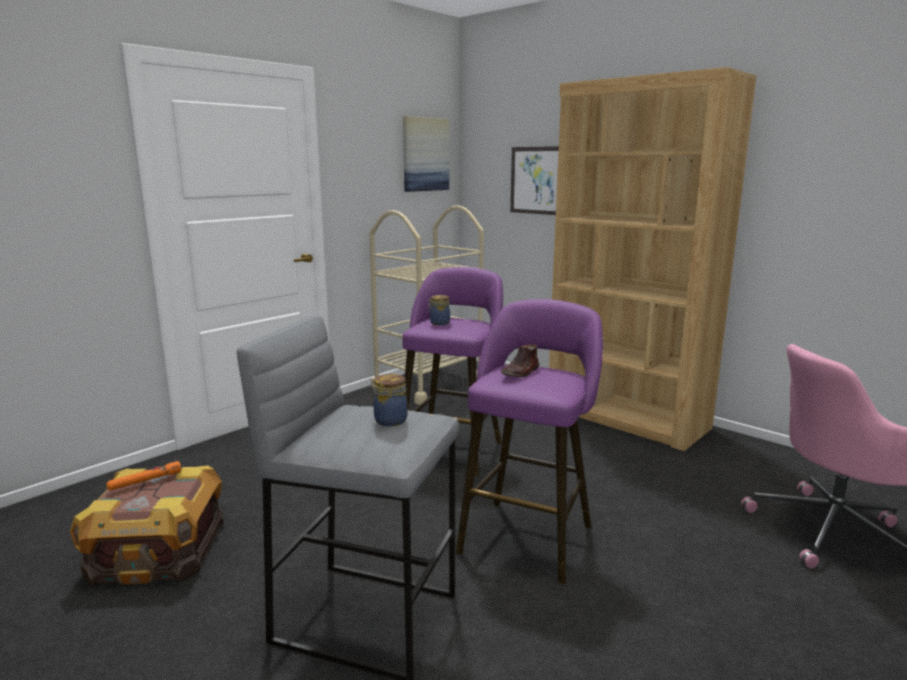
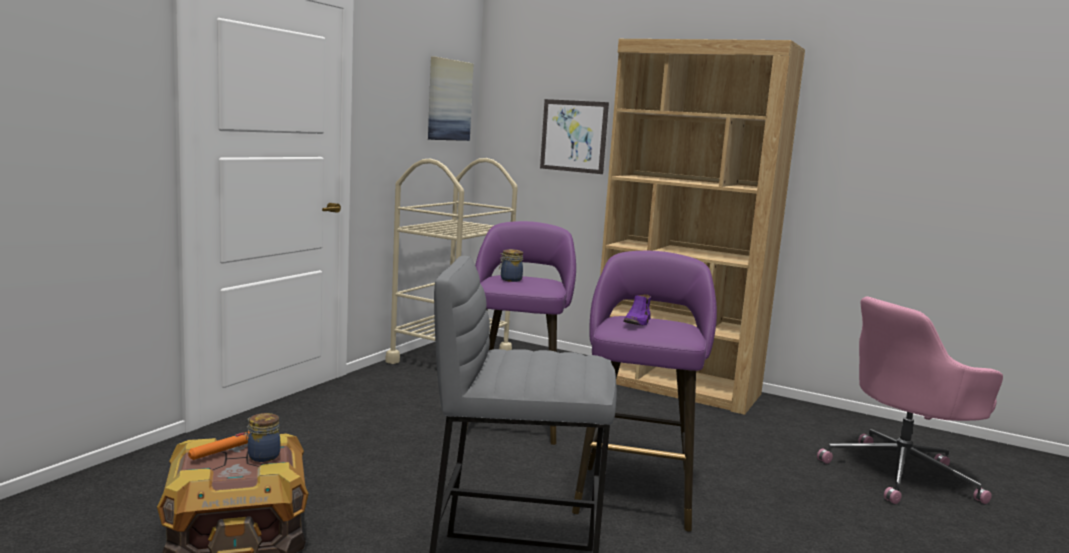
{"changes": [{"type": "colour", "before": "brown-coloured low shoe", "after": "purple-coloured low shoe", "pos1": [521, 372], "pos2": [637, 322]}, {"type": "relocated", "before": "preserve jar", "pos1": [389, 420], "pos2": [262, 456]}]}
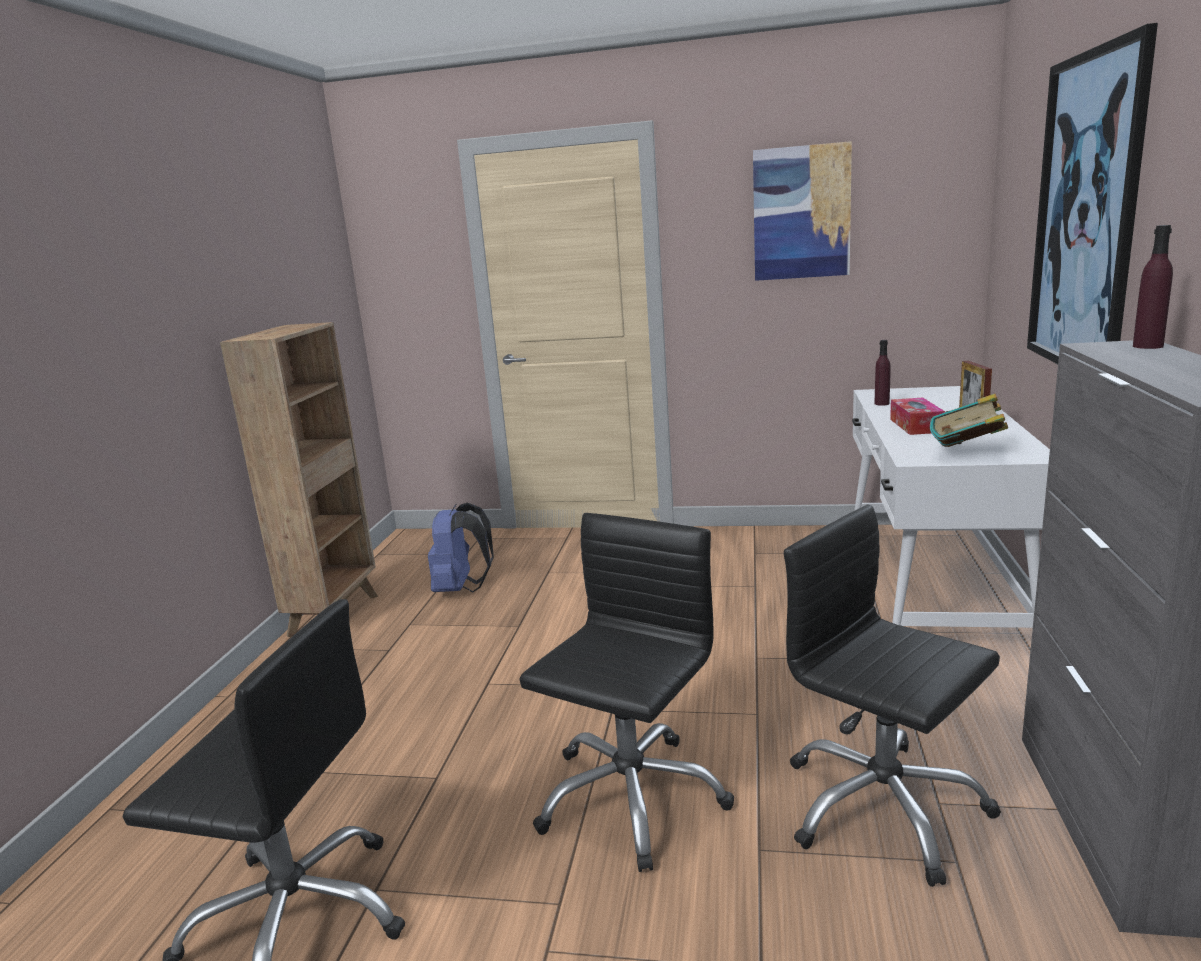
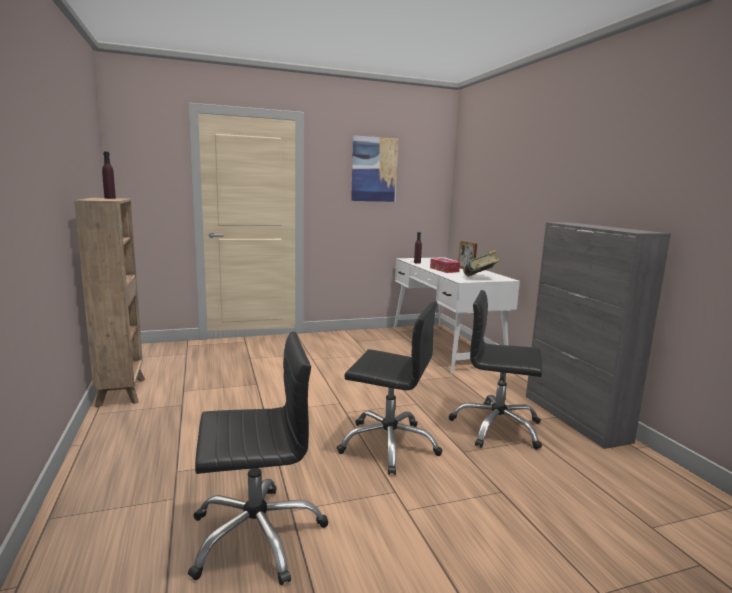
{"changes": [{"type": "missing", "before": "wall picture", "pos1": [1085, 215]}, {"type": "relocated", "before": "purple-coloured bottle", "pos1": [1147, 346], "pos2": [110, 198]}, {"type": "missing", "before": "bluish backpack", "pos1": [461, 589]}, {"type": "spun", "before": "black office chair", "pos1": [630, 797], "pos2": [389, 445], "turn": 105}]}
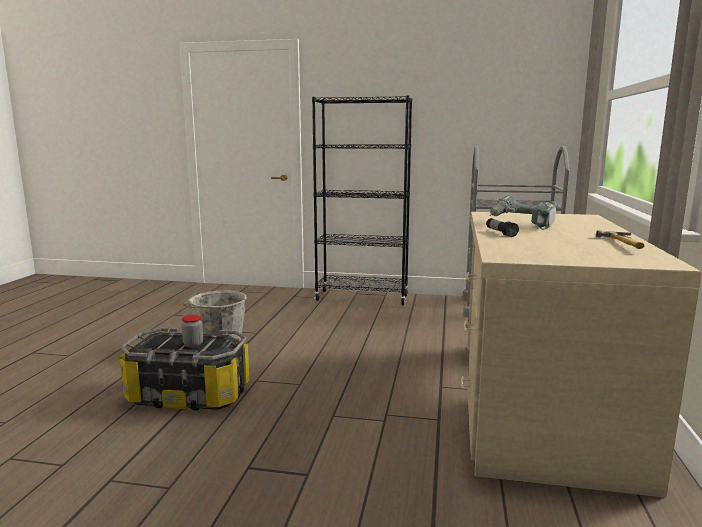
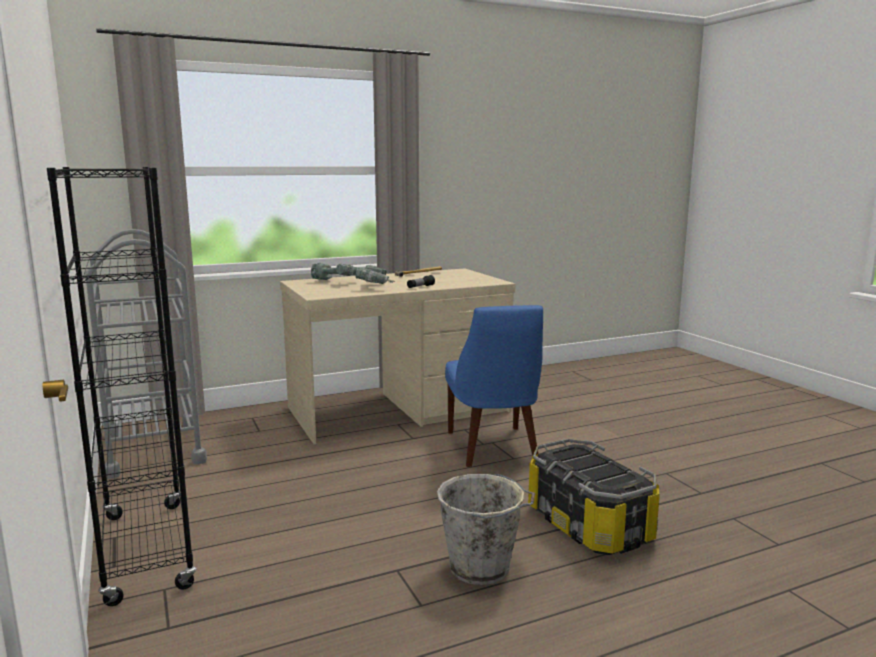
{"changes": [{"type": "missing", "before": "preserve jar", "pos1": [193, 344]}, {"type": "appeared", "after": "electric drill", "pos2": [337, 282]}, {"type": "appeared", "after": "bluish upright chair", "pos2": [493, 448]}]}
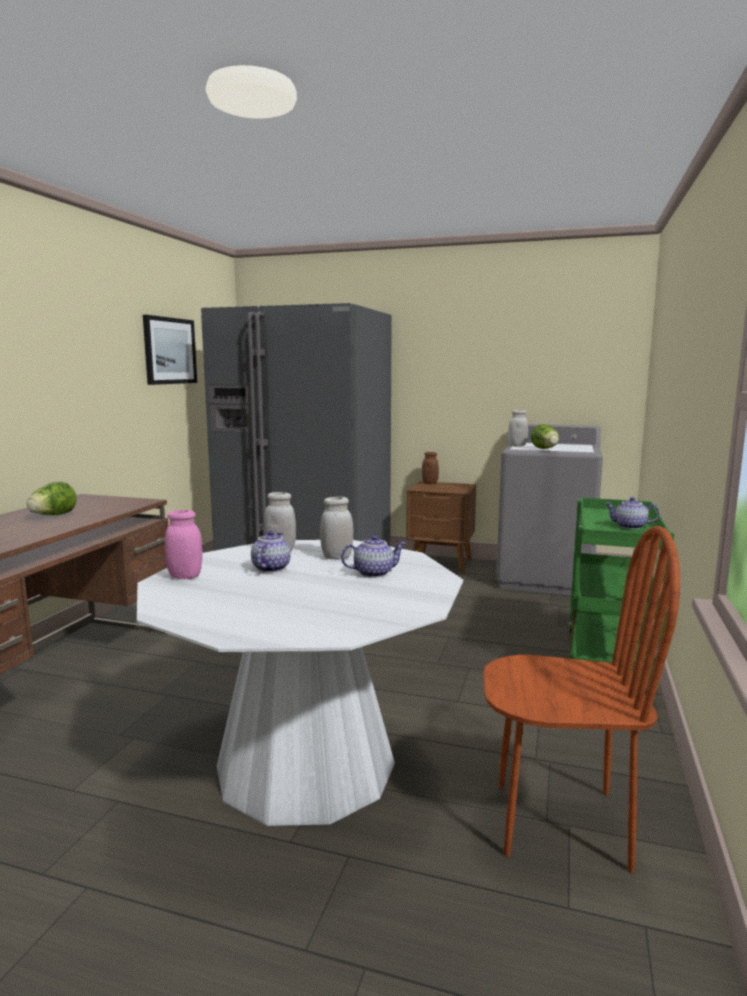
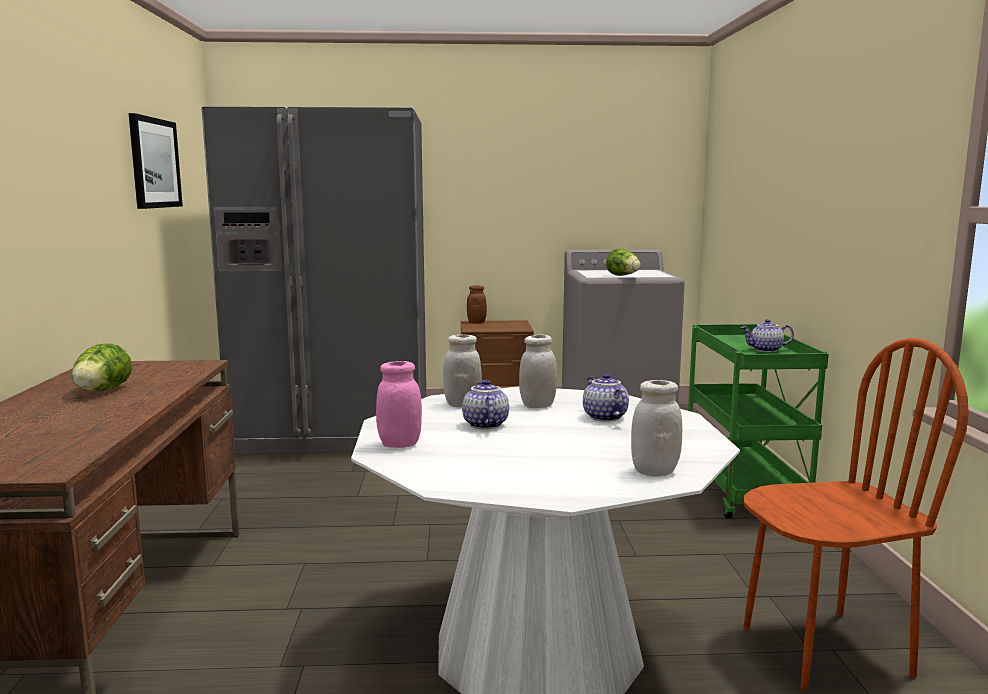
{"changes": [{"type": "relocated", "before": "white-coloured preserve jar", "pos1": [517, 446], "pos2": [654, 471]}, {"type": "spun", "before": "tea pot", "pos1": [373, 573], "pos2": [603, 417], "turn": -75}]}
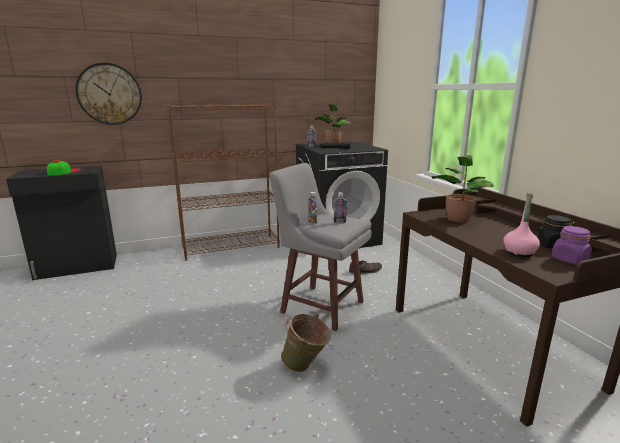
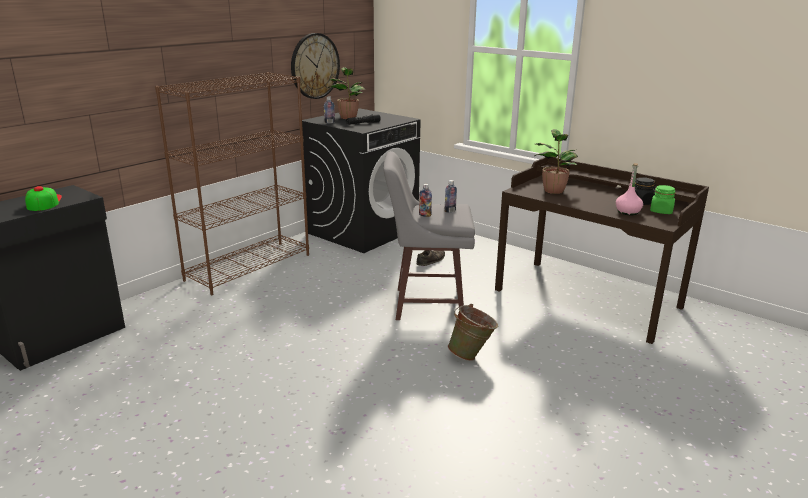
{"changes": [{"type": "relocated", "before": "clock on the wall", "pos1": [109, 94], "pos2": [315, 66]}, {"type": "colour", "before": "purple-coloured preserve jar", "after": "green preserve jar", "pos1": [569, 259], "pos2": [661, 211]}]}
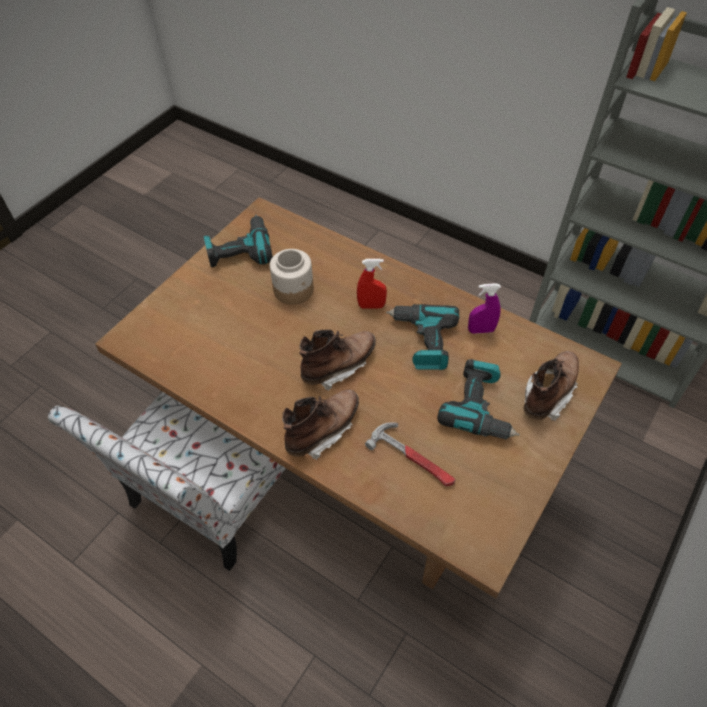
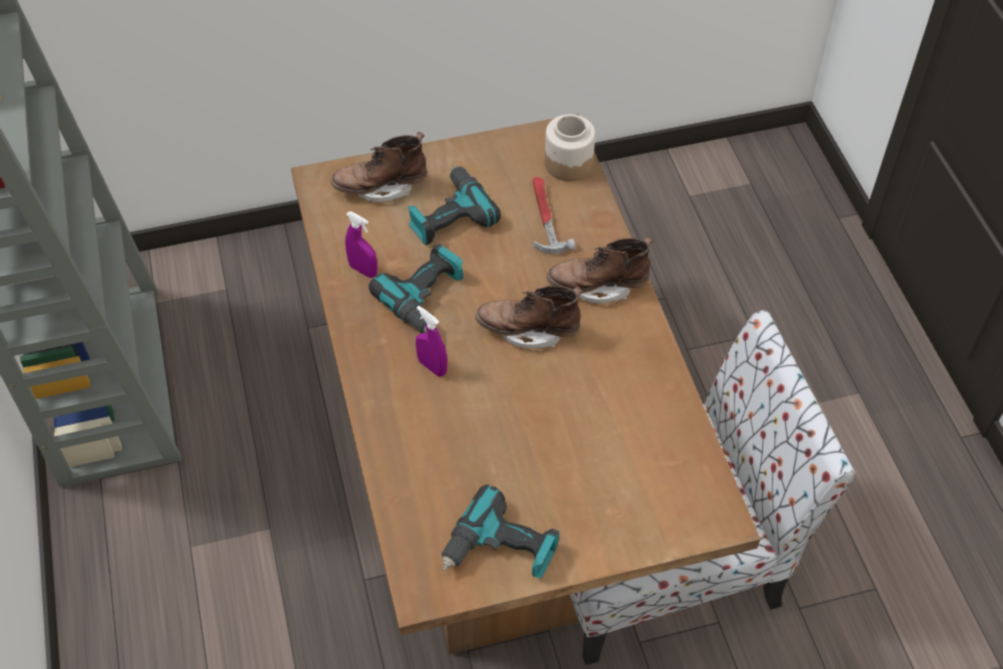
{"changes": [{"type": "relocated", "before": "preserve jar", "pos1": [294, 290], "pos2": [568, 163]}, {"type": "colour", "before": "red hand sprayer", "after": "purple-coloured hand sprayer", "pos1": [371, 306], "pos2": [432, 367]}]}
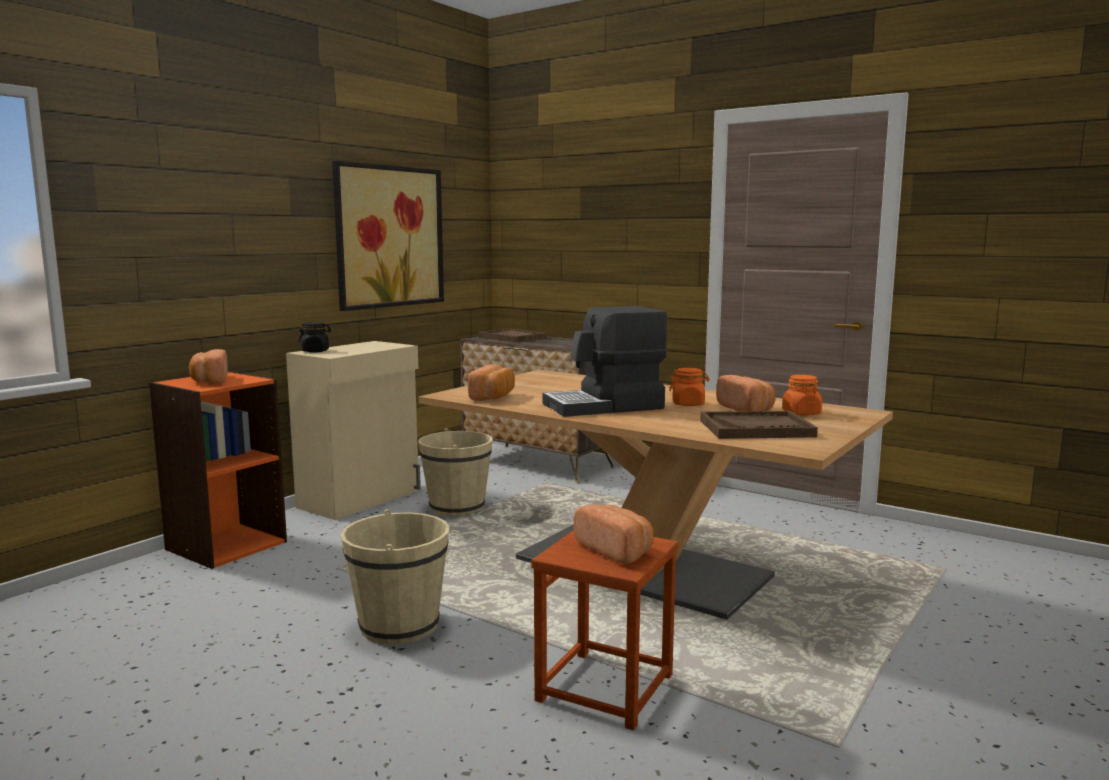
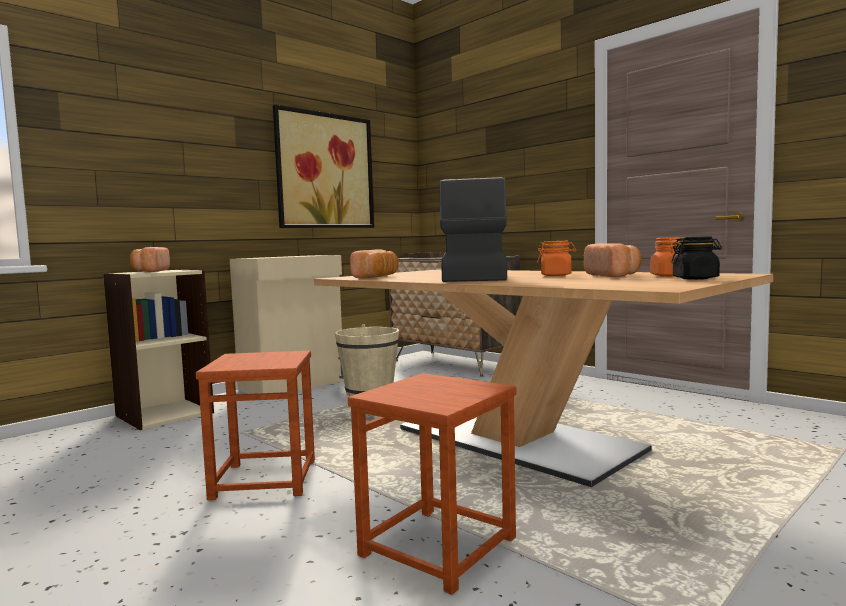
{"changes": [{"type": "spun", "before": "coffee machine", "pos1": [605, 406], "pos2": [473, 278], "turn": 105}, {"type": "relocated", "before": "black preserve jar", "pos1": [316, 351], "pos2": [695, 278]}, {"type": "colour", "before": "orangey shelving unit", "after": "beige-coloured shelving unit", "pos1": [226, 545], "pos2": [164, 414]}, {"type": "missing", "before": "brown-coloured carrying tray", "pos1": [756, 428]}, {"type": "missing", "before": "baked bread", "pos1": [616, 550]}, {"type": "exchanged", "before": "beige-coloured water bucket", "after": "brown-coloured stool", "pos1": [399, 625], "pos2": [265, 479]}]}
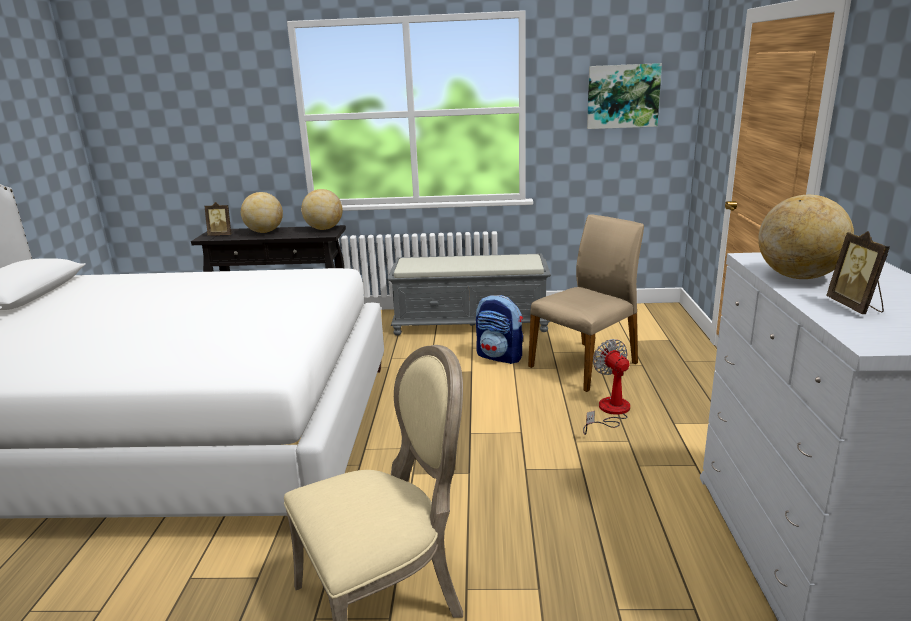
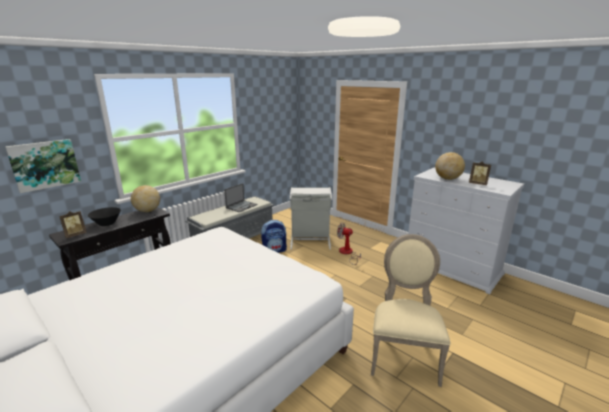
{"changes": [{"type": "relocated", "before": "wall picture", "pos1": [623, 96], "pos2": [45, 164]}, {"type": "exchanged", "before": "globe", "after": "black deep dish", "pos1": [264, 232], "pos2": [107, 223]}, {"type": "exchanged", "before": "beige-coloured upright chair", "after": "grey hamper", "pos1": [585, 364], "pos2": [310, 240]}, {"type": "appeared", "after": "notebook computer", "pos2": [242, 206]}]}
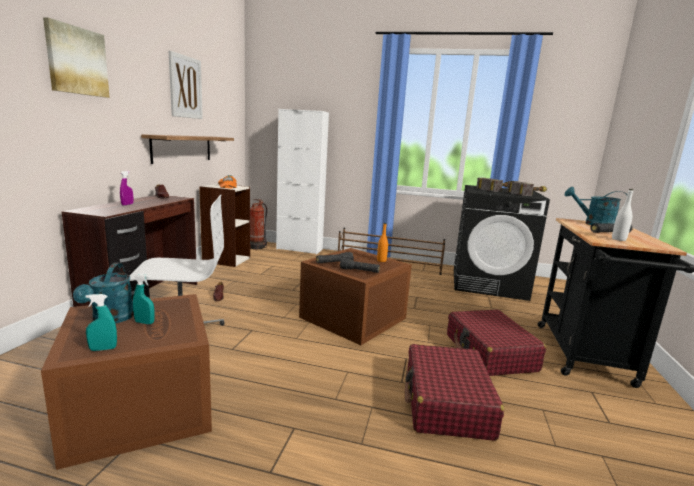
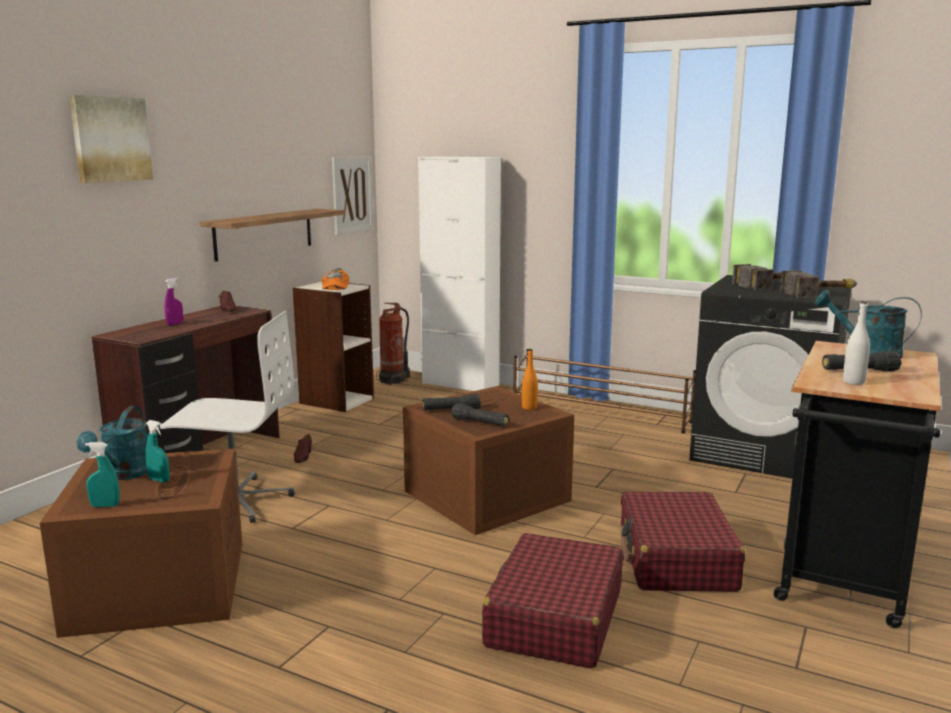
{"changes": [{"type": "relocated", "before": "wall picture", "pos1": [185, 87], "pos2": [352, 195]}]}
